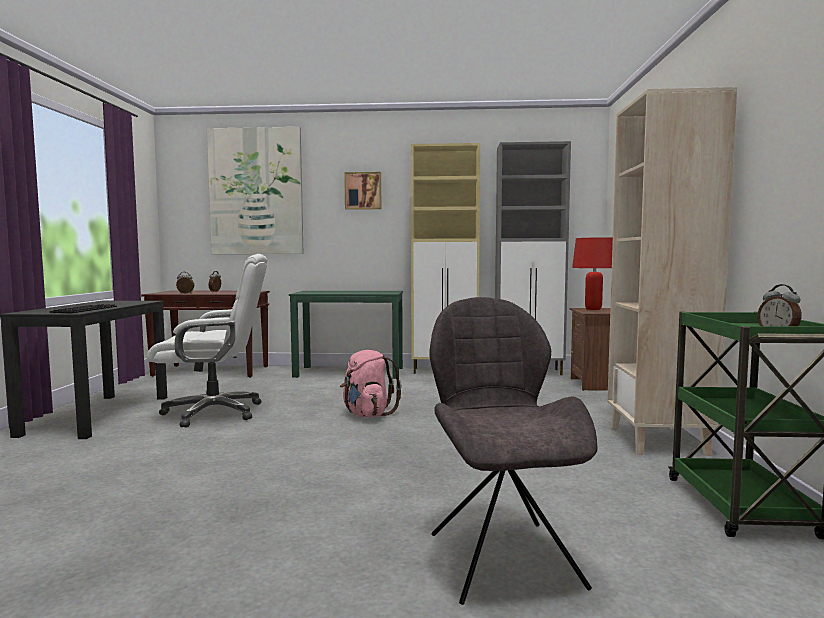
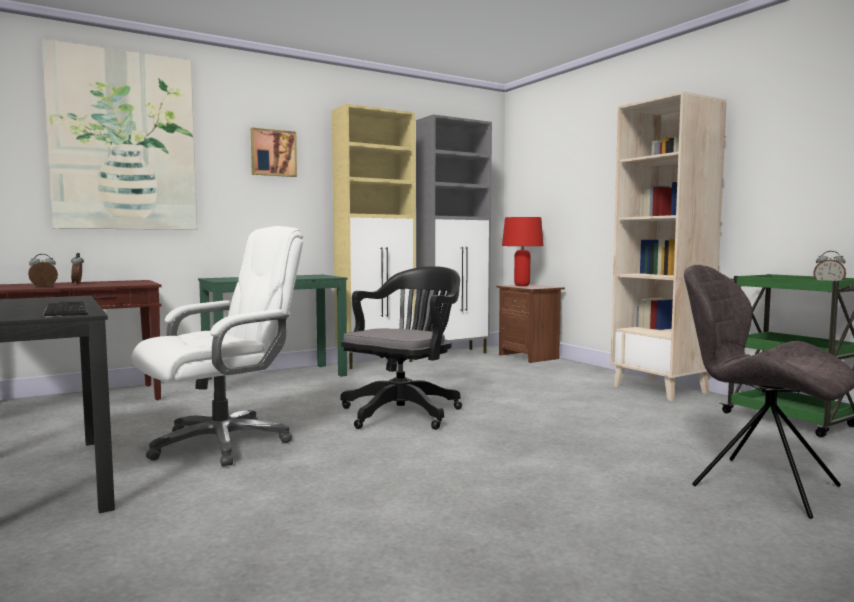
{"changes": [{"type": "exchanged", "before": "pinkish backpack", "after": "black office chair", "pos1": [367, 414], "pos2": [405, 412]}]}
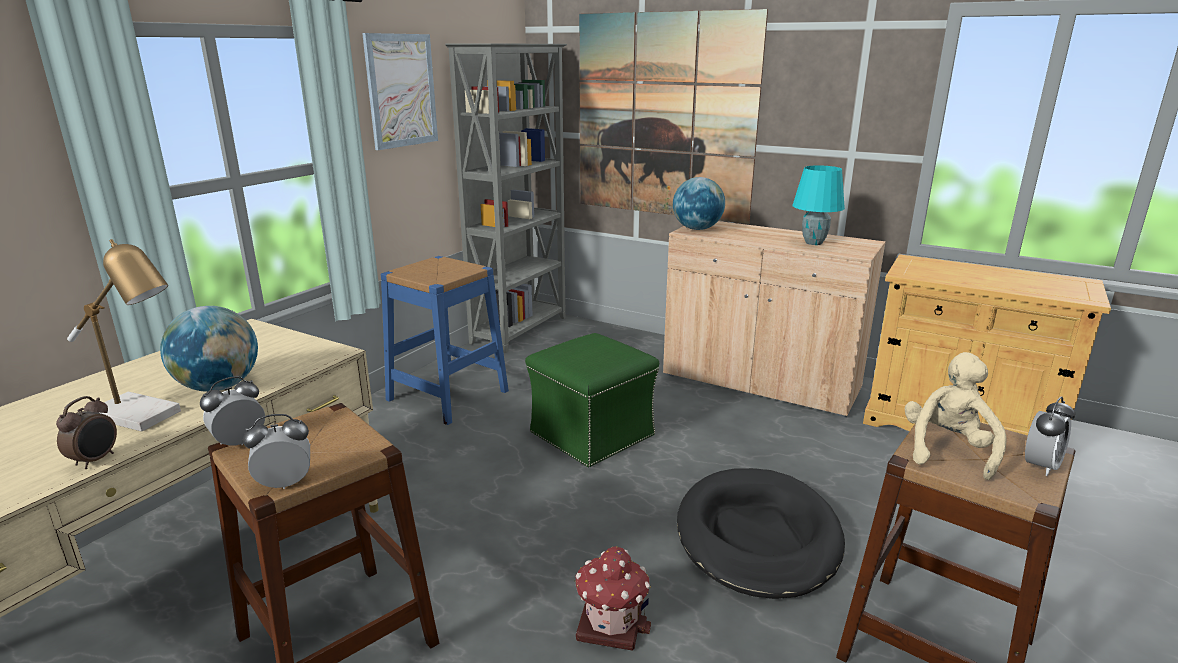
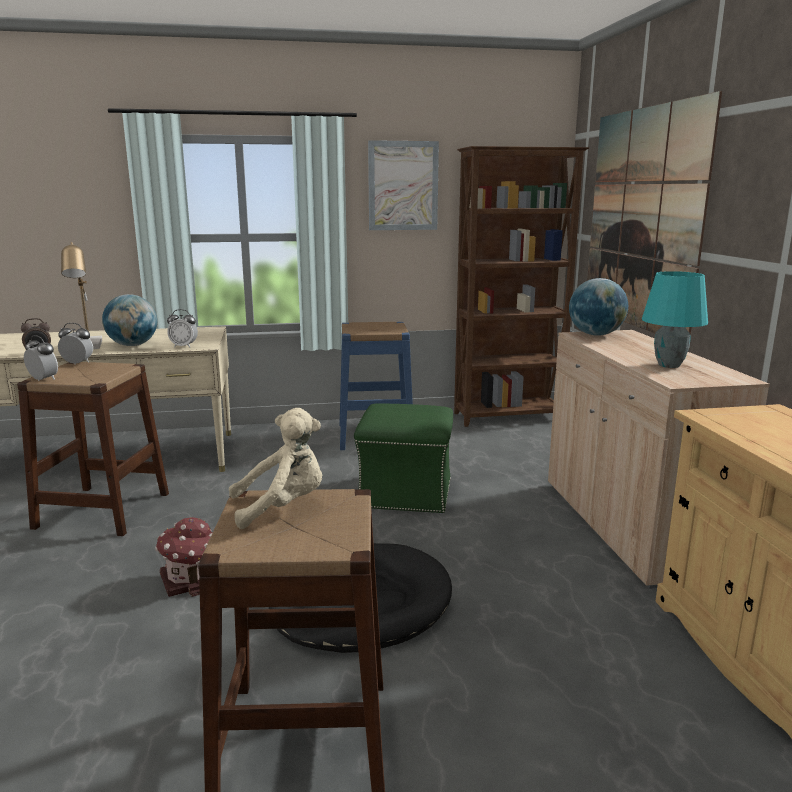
{"changes": [{"type": "colour", "before": "grey shelving unit", "after": "brown-coloured shelving unit", "pos1": [521, 330], "pos2": [509, 417]}, {"type": "relocated", "before": "bedside clock", "pos1": [1040, 466], "pos2": [184, 346]}]}
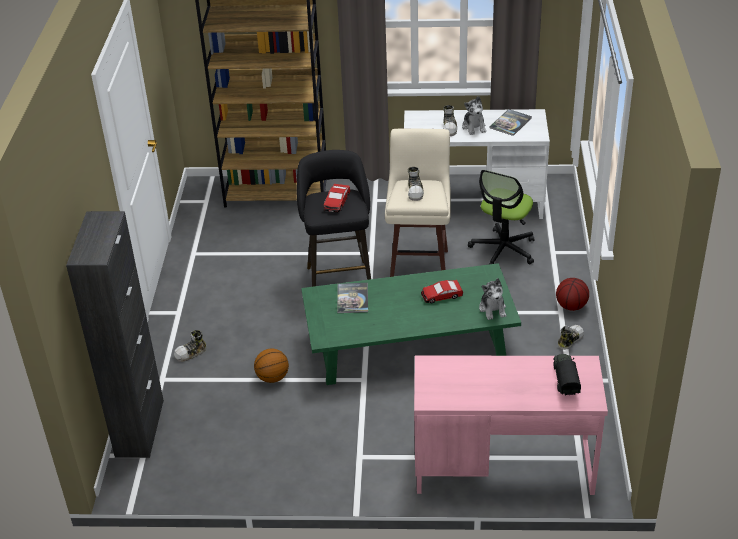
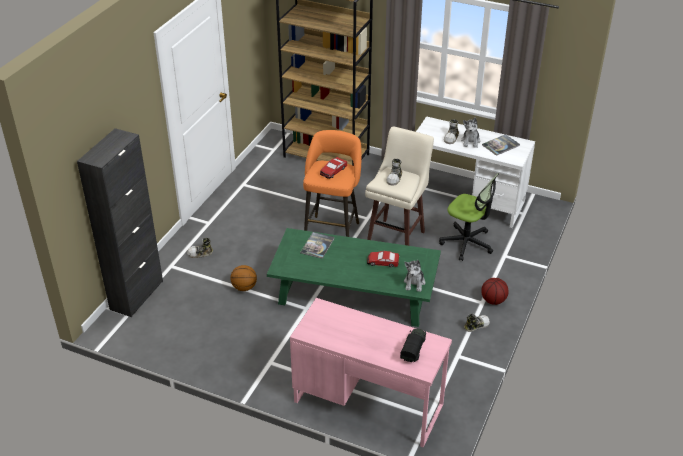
{"changes": [{"type": "colour", "before": "black stool", "after": "orangey stool", "pos1": [339, 279], "pos2": [332, 230]}, {"type": "spun", "before": "office chair", "pos1": [503, 250], "pos2": [467, 243], "turn": -105}]}
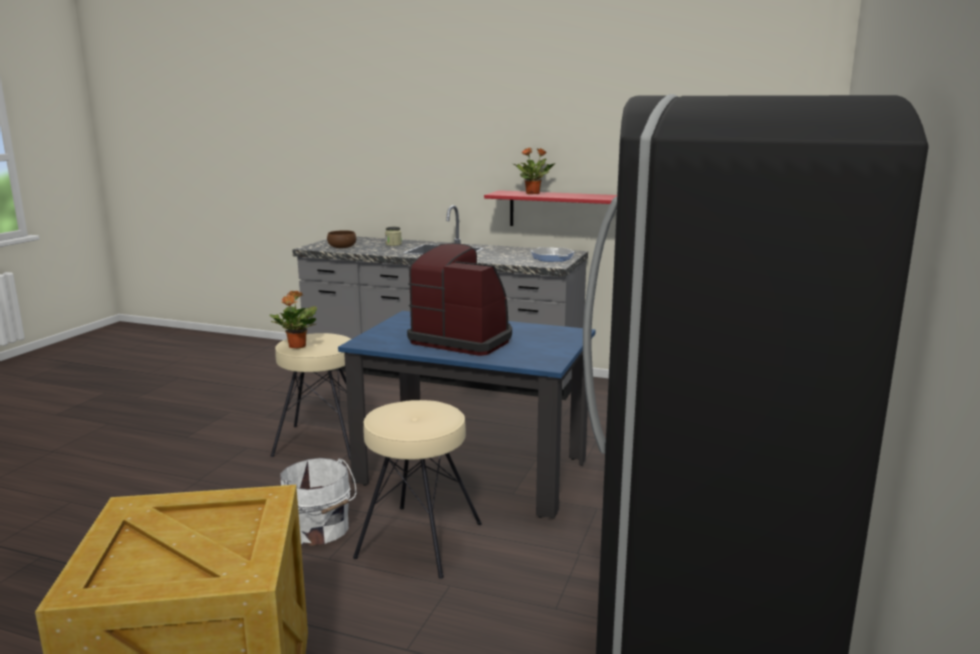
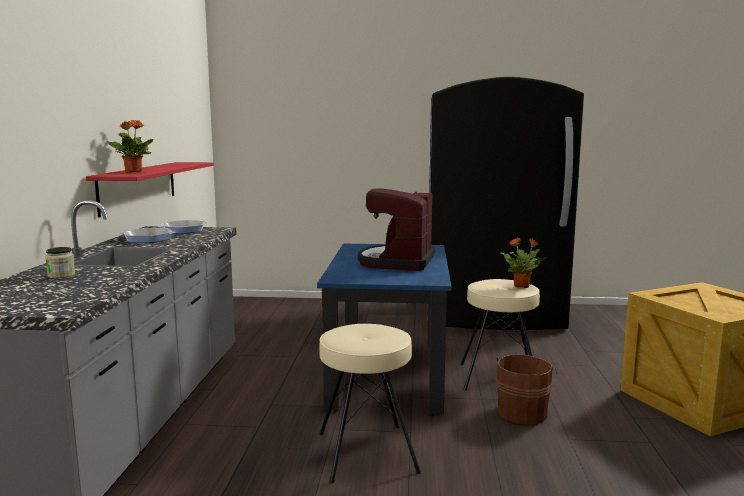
{"changes": [{"type": "missing", "before": "brown-coloured deep dish", "pos1": [342, 246]}, {"type": "relocated", "before": "potted plant", "pos1": [297, 346], "pos2": [522, 286]}, {"type": "colour", "before": "white-coloured water bucket", "after": "brown-coloured water bucket", "pos1": [319, 530], "pos2": [523, 412]}, {"type": "appeared", "after": "skillet", "pos2": [148, 239]}]}
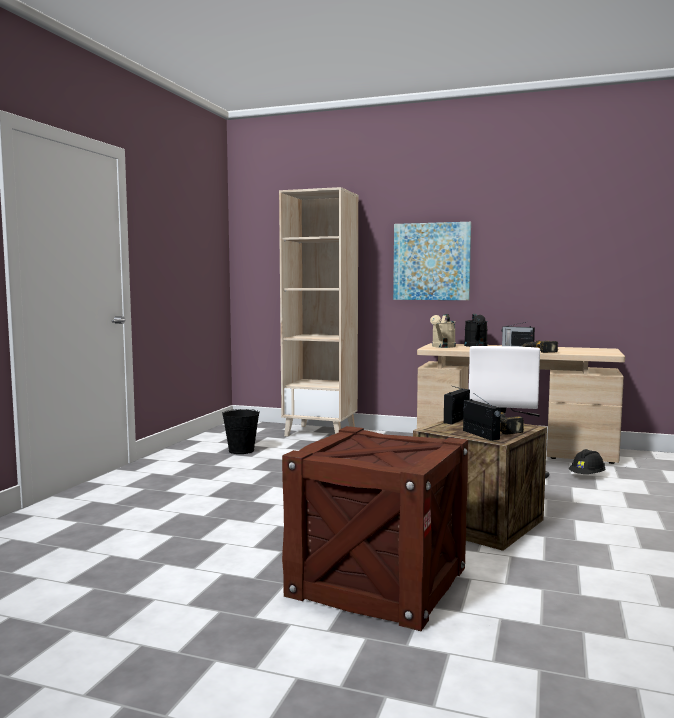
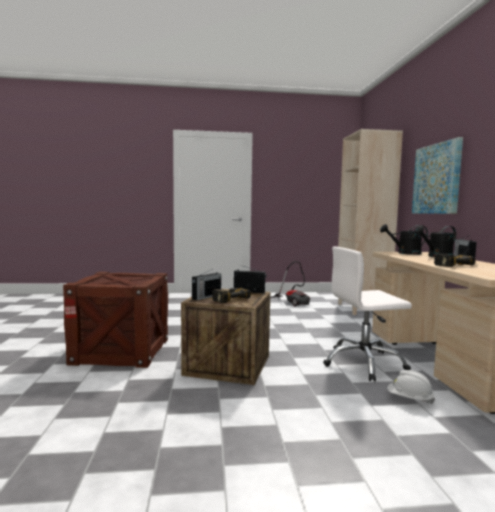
{"changes": [{"type": "colour", "before": "beige-coloured watering pot", "after": "black watering pot", "pos1": [442, 347], "pos2": [405, 253]}, {"type": "exchanged", "before": "black water bucket", "after": "vacuum cleaner", "pos1": [241, 451], "pos2": [293, 302]}, {"type": "colour", "before": "black hard hat", "after": "white-coloured hard hat", "pos1": [587, 476], "pos2": [409, 399]}]}
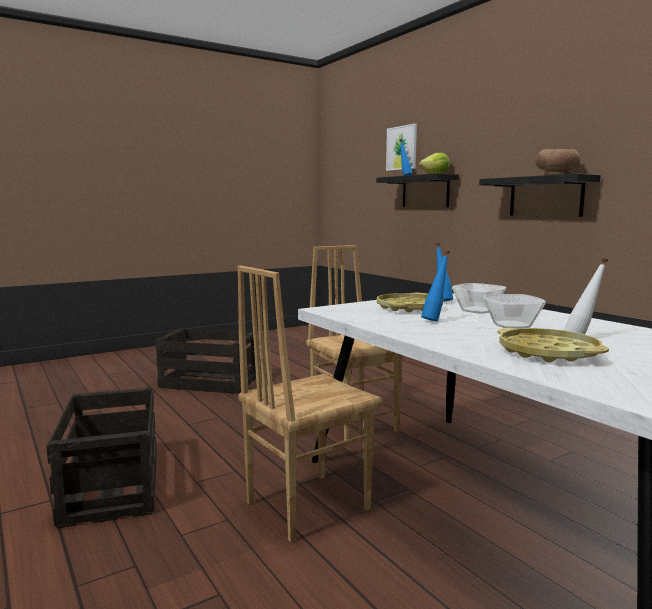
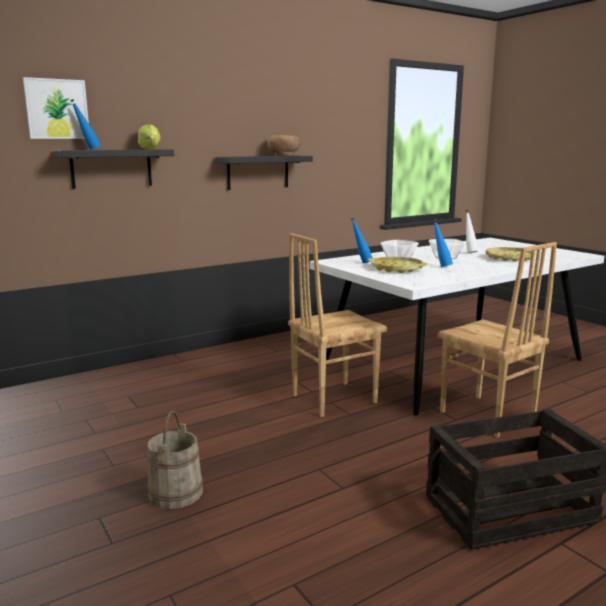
{"changes": [{"type": "exchanged", "before": "packing crate", "after": "beige-coloured water bucket", "pos1": [210, 382], "pos2": [175, 492]}]}
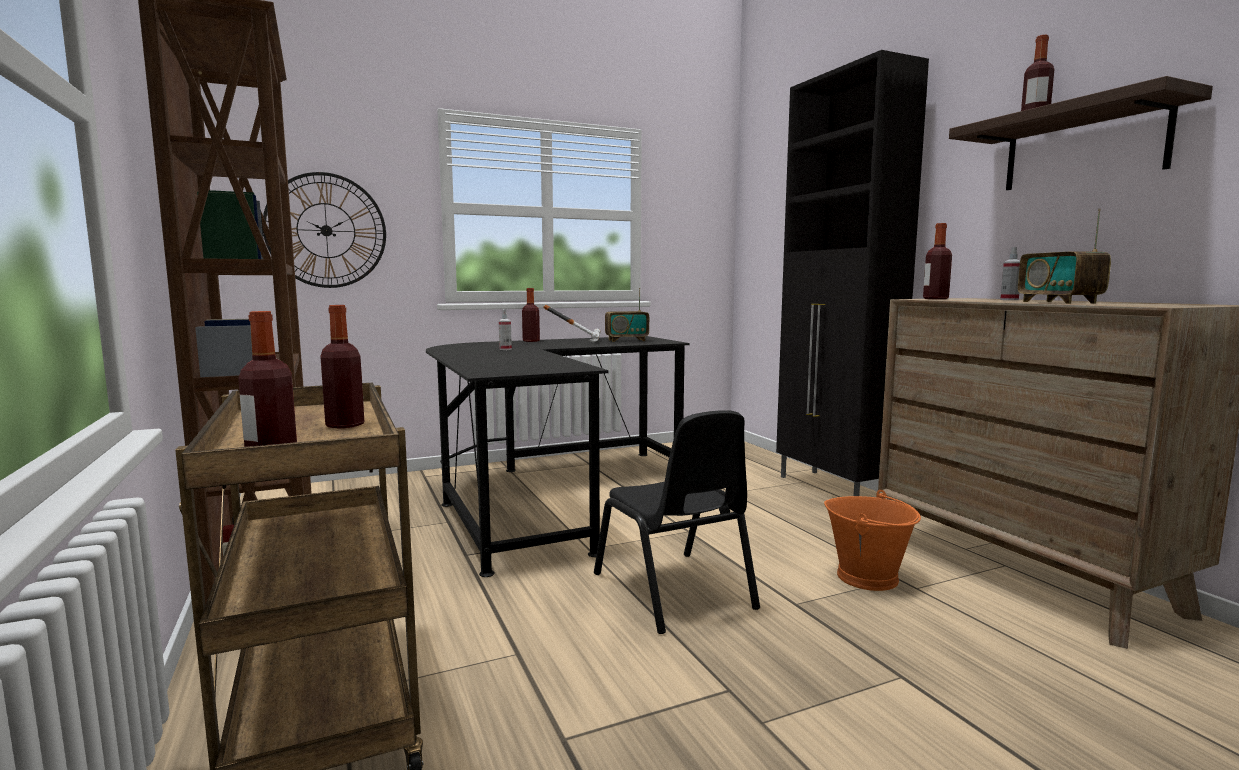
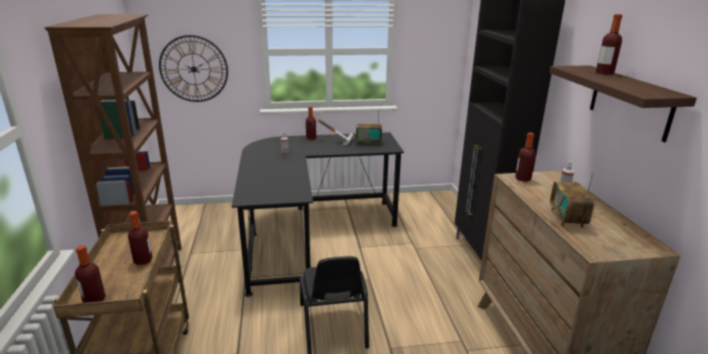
{"changes": [{"type": "missing", "before": "orangey water bucket", "pos1": [868, 577]}]}
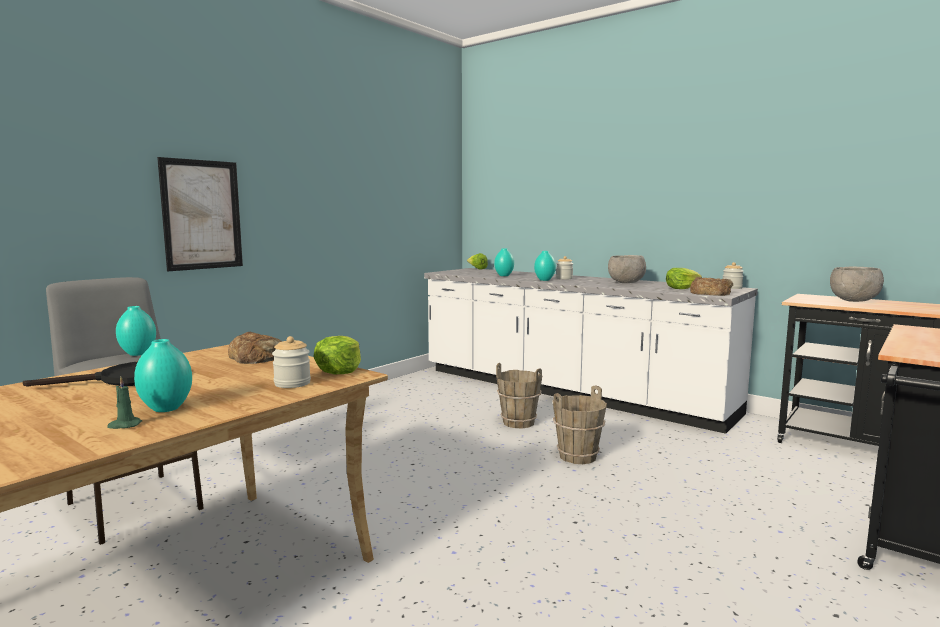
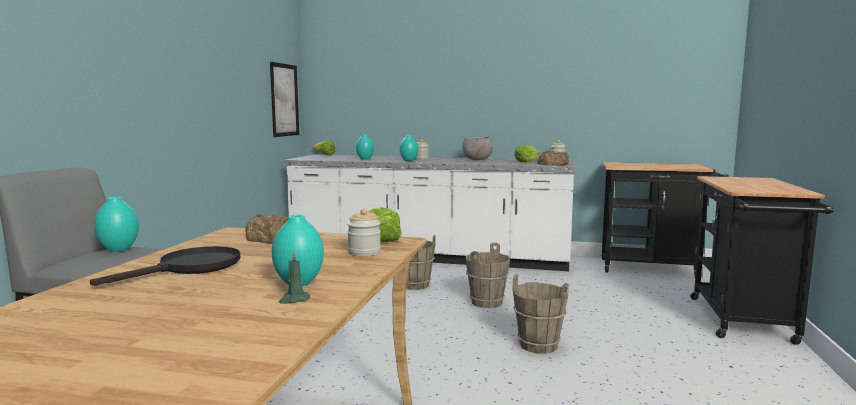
{"changes": [{"type": "relocated", "before": "wall picture", "pos1": [202, 215], "pos2": [284, 100]}, {"type": "missing", "before": "grey deep dish", "pos1": [853, 301]}, {"type": "appeared", "after": "brown-coloured water bucket", "pos2": [538, 345]}]}
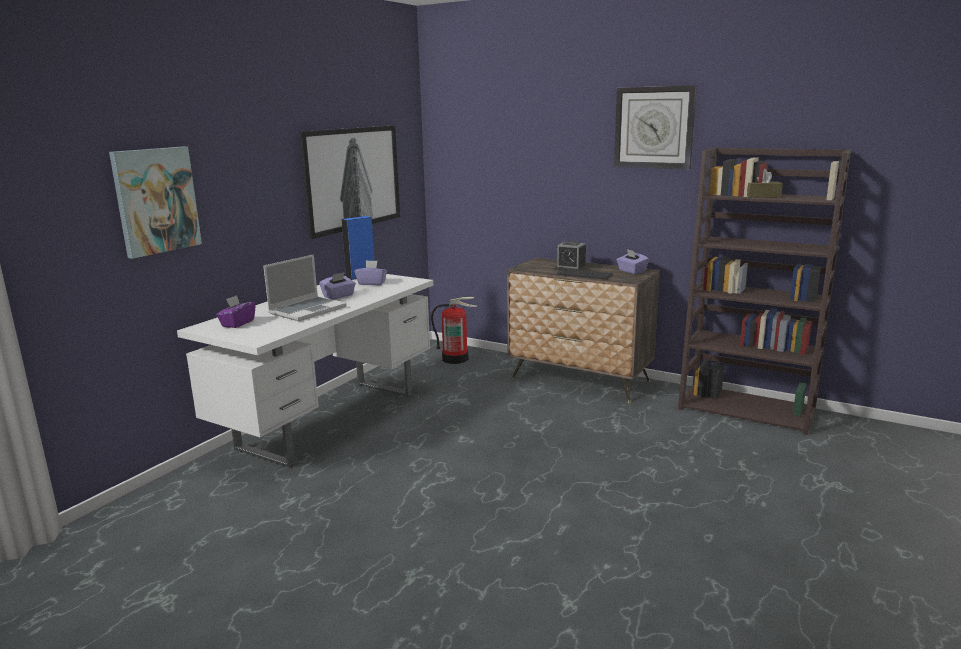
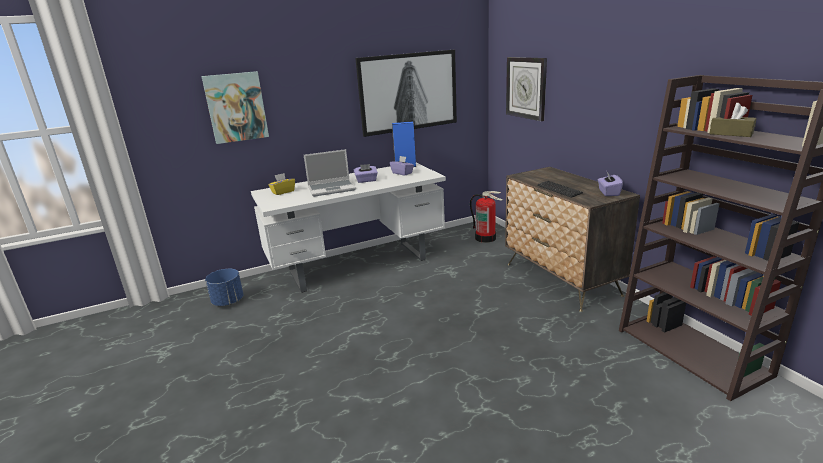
{"changes": [{"type": "relocated", "before": "clock on the wall", "pos1": [654, 127], "pos2": [526, 88]}, {"type": "missing", "before": "bedside clock", "pos1": [570, 268]}, {"type": "colour", "before": "purple-coloured tissue holder", "after": "yellowish tissue holder", "pos1": [237, 323], "pos2": [283, 192]}, {"type": "appeared", "after": "bluish planter", "pos2": [228, 302]}]}
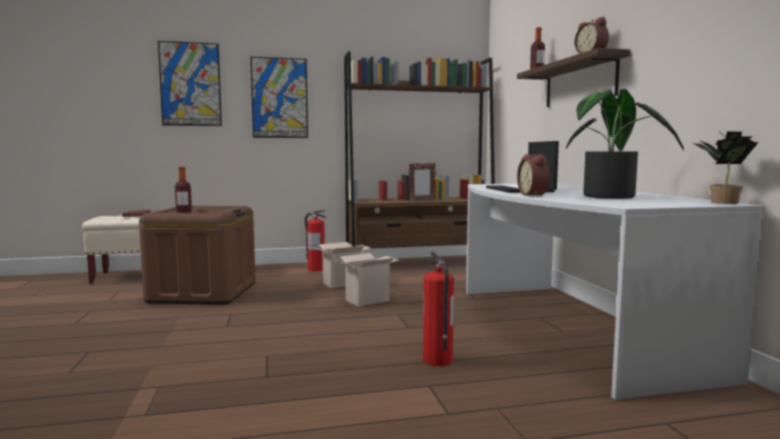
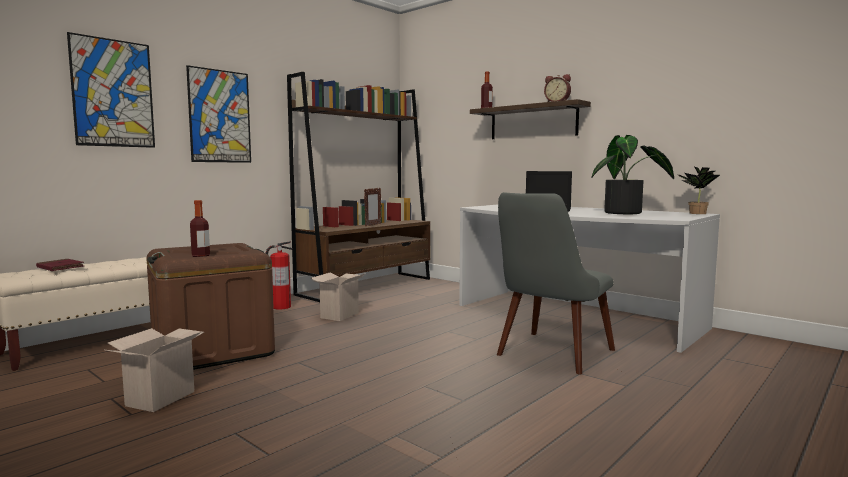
{"changes": [{"type": "missing", "before": "bedside clock", "pos1": [534, 195]}, {"type": "exchanged", "before": "extinguisher", "after": "grey upright chair", "pos1": [437, 360], "pos2": [549, 356]}, {"type": "relocated", "before": "packing box", "pos1": [368, 300], "pos2": [160, 397]}]}
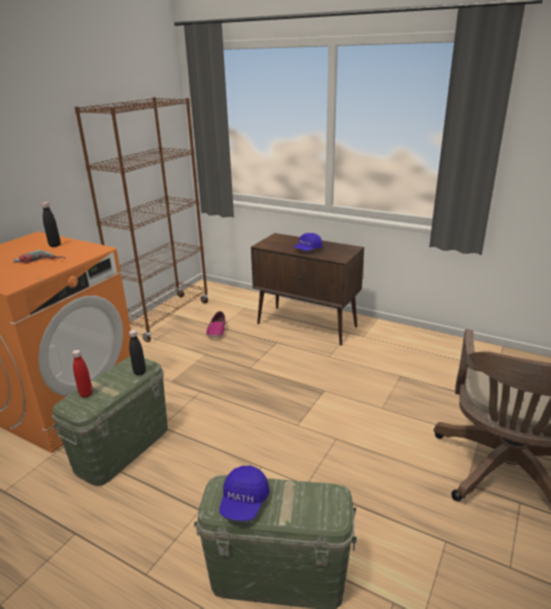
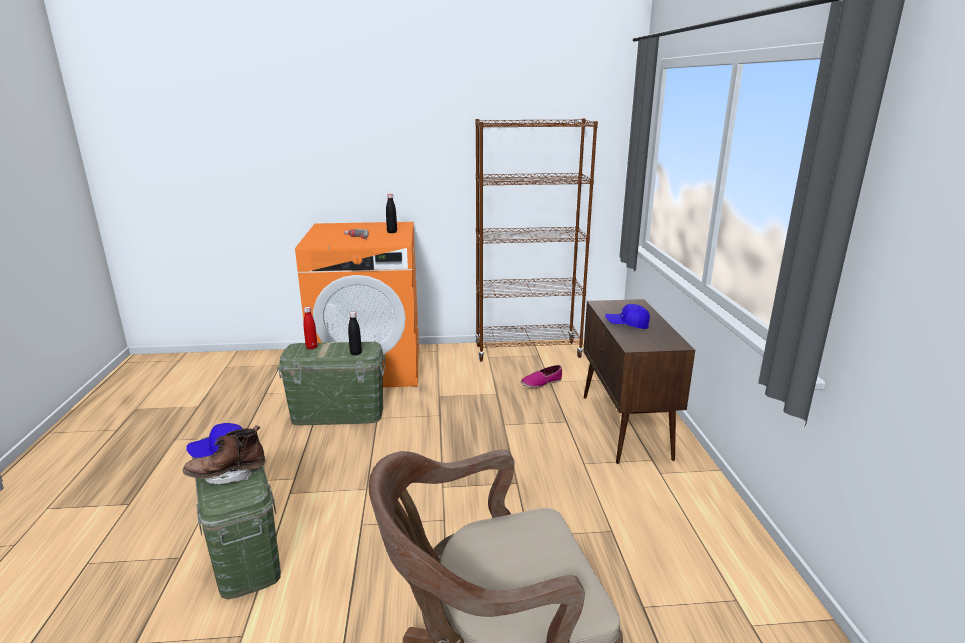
{"changes": [{"type": "appeared", "after": "brown-coloured high-top boot", "pos2": [227, 475]}]}
